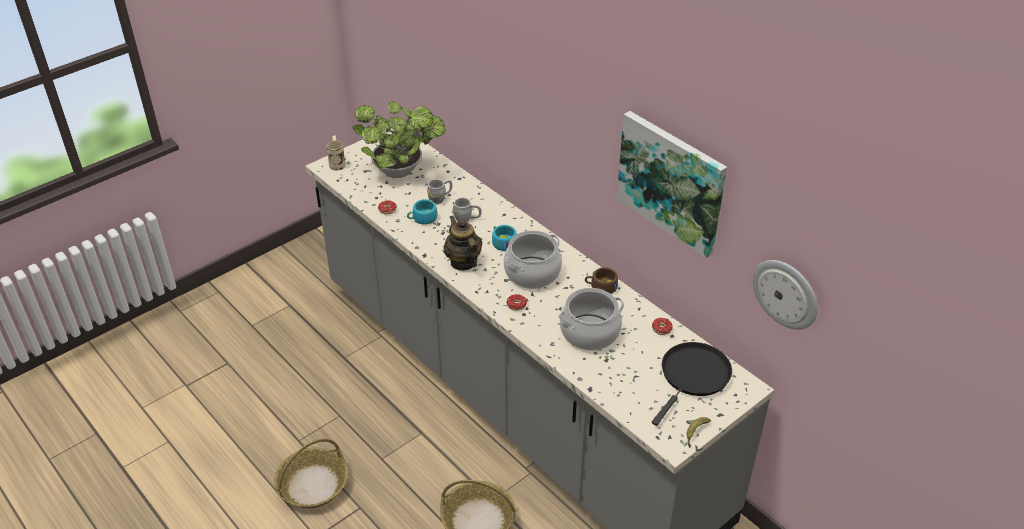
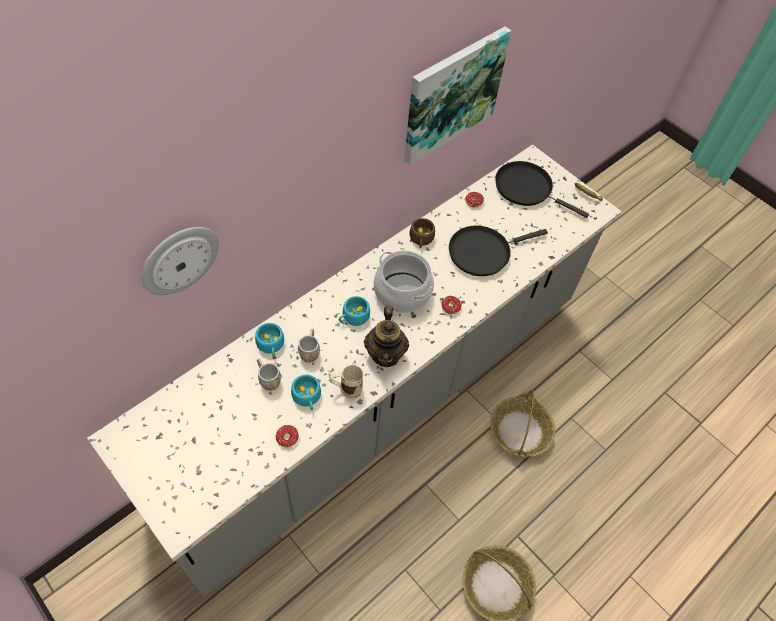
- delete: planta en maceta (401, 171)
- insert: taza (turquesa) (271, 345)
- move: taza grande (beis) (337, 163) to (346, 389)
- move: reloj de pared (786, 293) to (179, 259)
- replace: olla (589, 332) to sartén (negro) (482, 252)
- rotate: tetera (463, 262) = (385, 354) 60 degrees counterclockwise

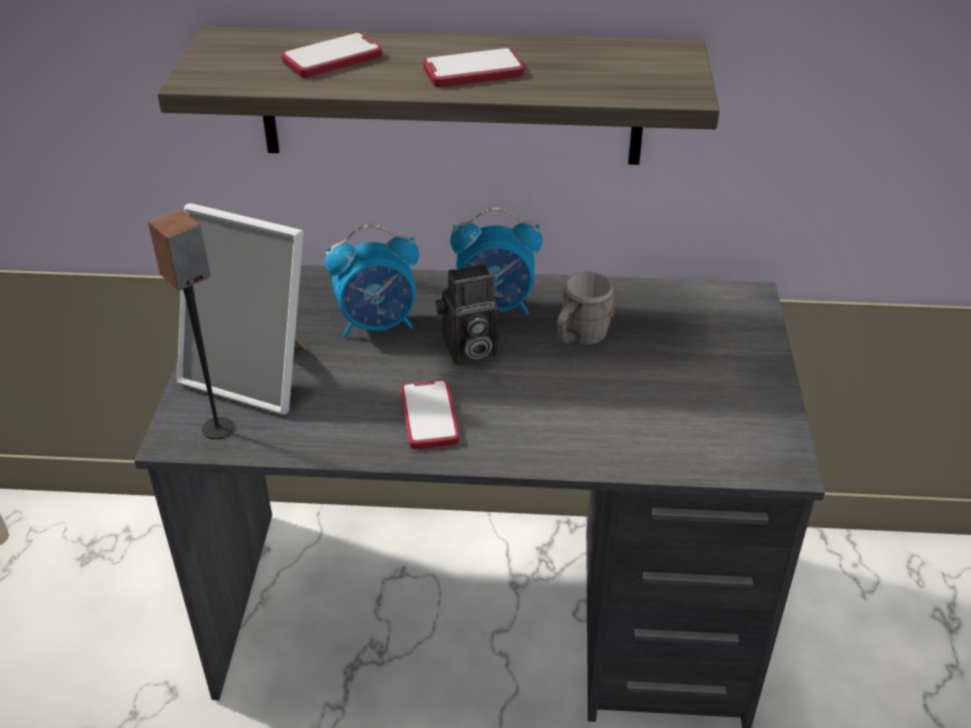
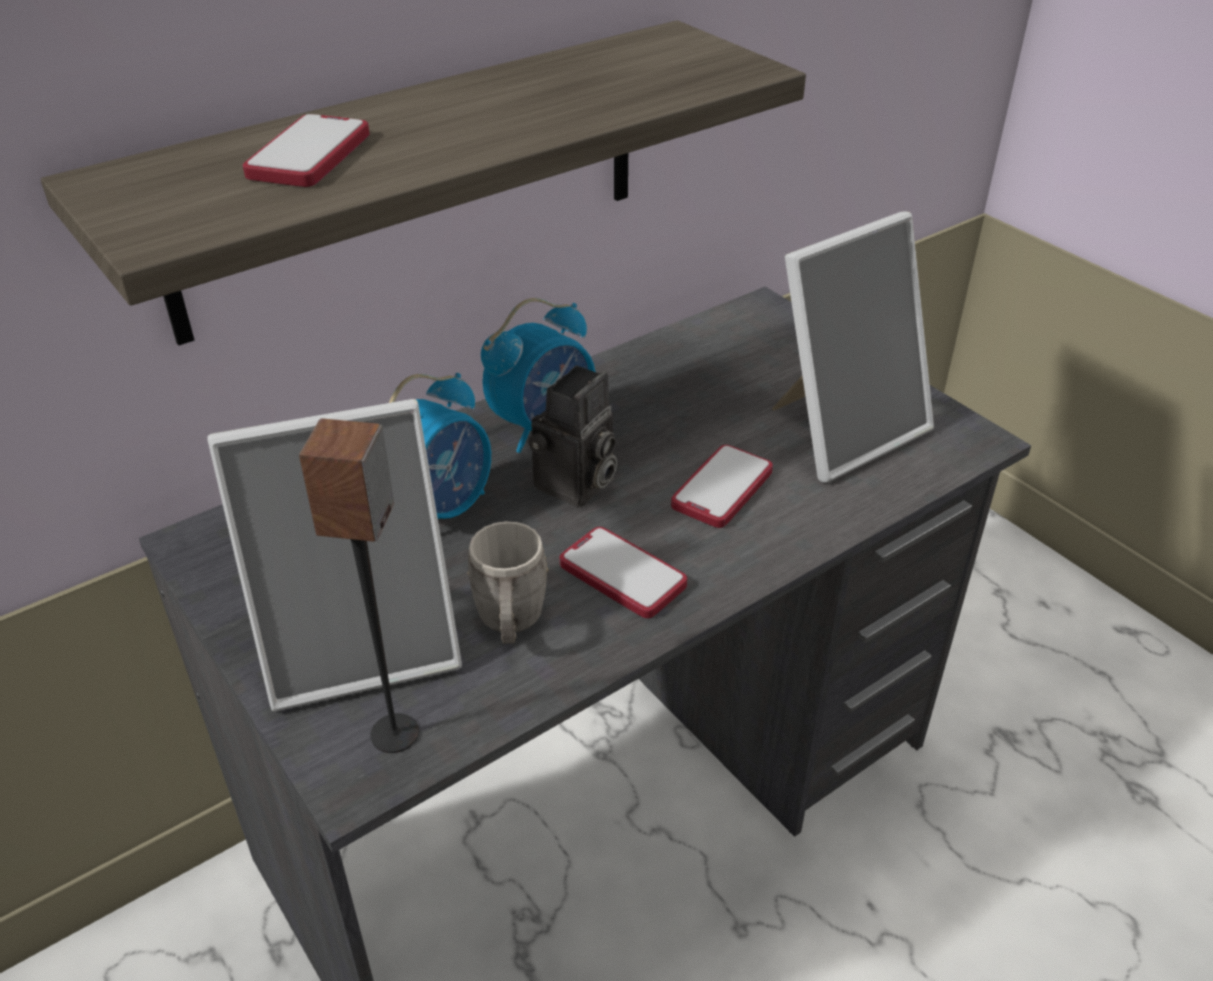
- insert: portarretratos (842, 430)
- move: móvil (473, 71) to (722, 488)
- move: taza grande (gris) (579, 338) to (510, 623)

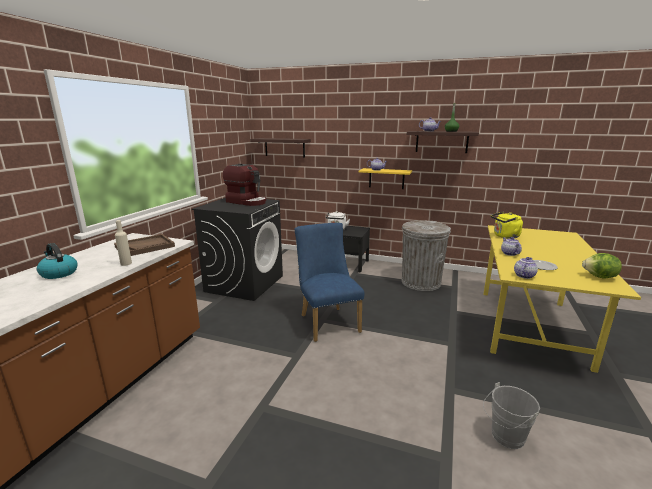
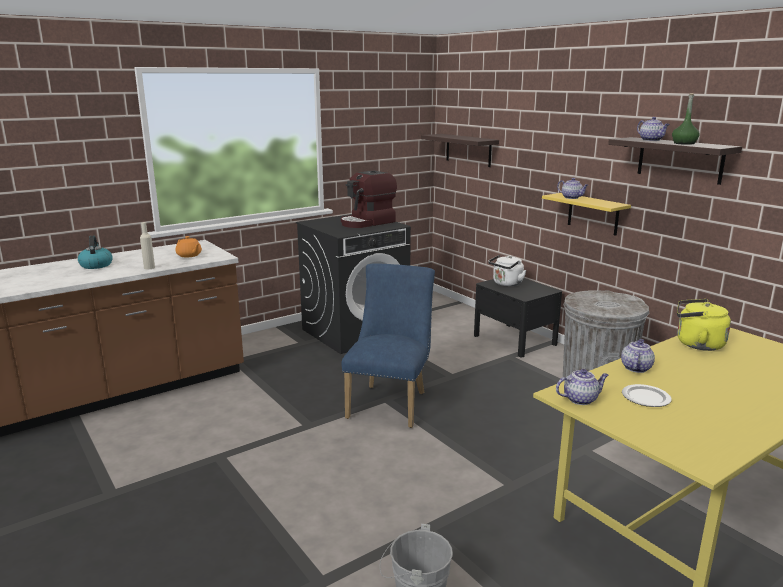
- delete: lechuga (599, 277)
- replace: bandeja (marrón) (145, 247) to tetera (naranja) (189, 255)
- rotate: cafetera (247, 202) = (367, 222) 75 degrees clockwise

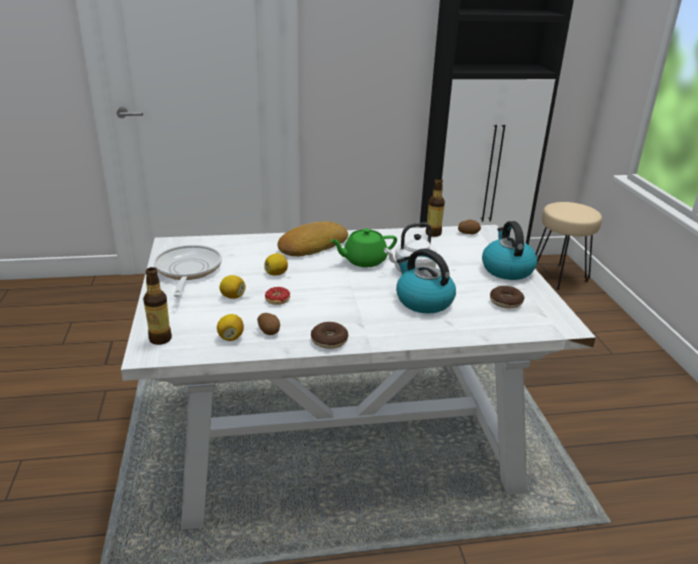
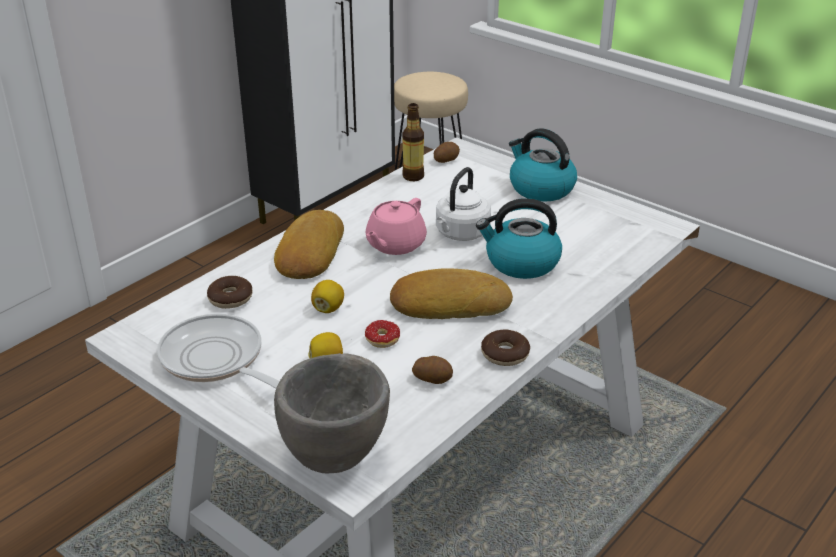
- delete: limón (231, 337)
- insert: pan (449, 303)
- move: rosquilla (506, 302) to (230, 298)
- replace: botella (160, 339) to cuenco (gris) (336, 457)
- recolor: tetera (verde) (363, 260) to tetera (rosa) (395, 244)

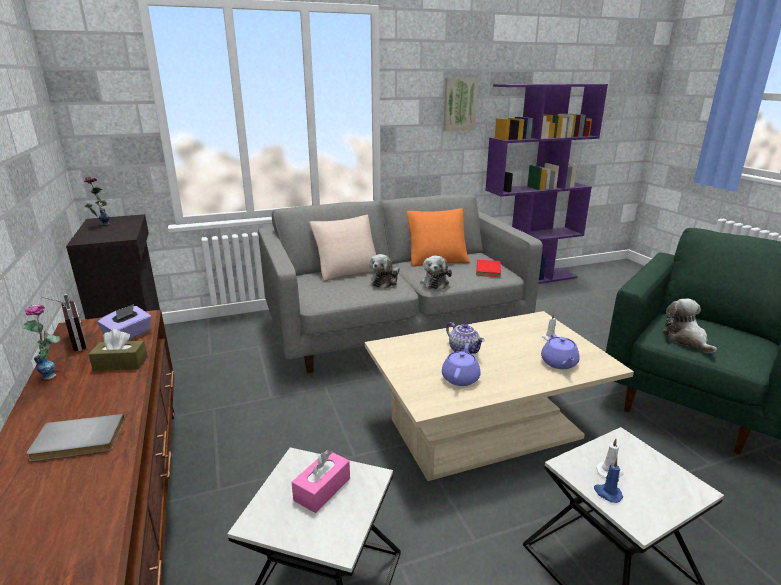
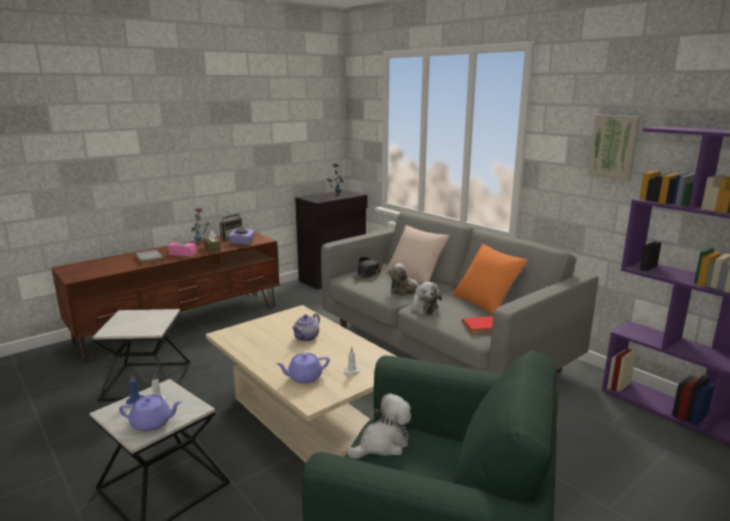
- insert: sombrero (negro) (368, 274)
- move: caja de pañuelos (rosa) (322, 489) to (182, 254)
- move: tetera (morado) (460, 378) to (152, 423)
- rotate: peluche (434, 282) = (424, 308) 90 degrees counterclockwise

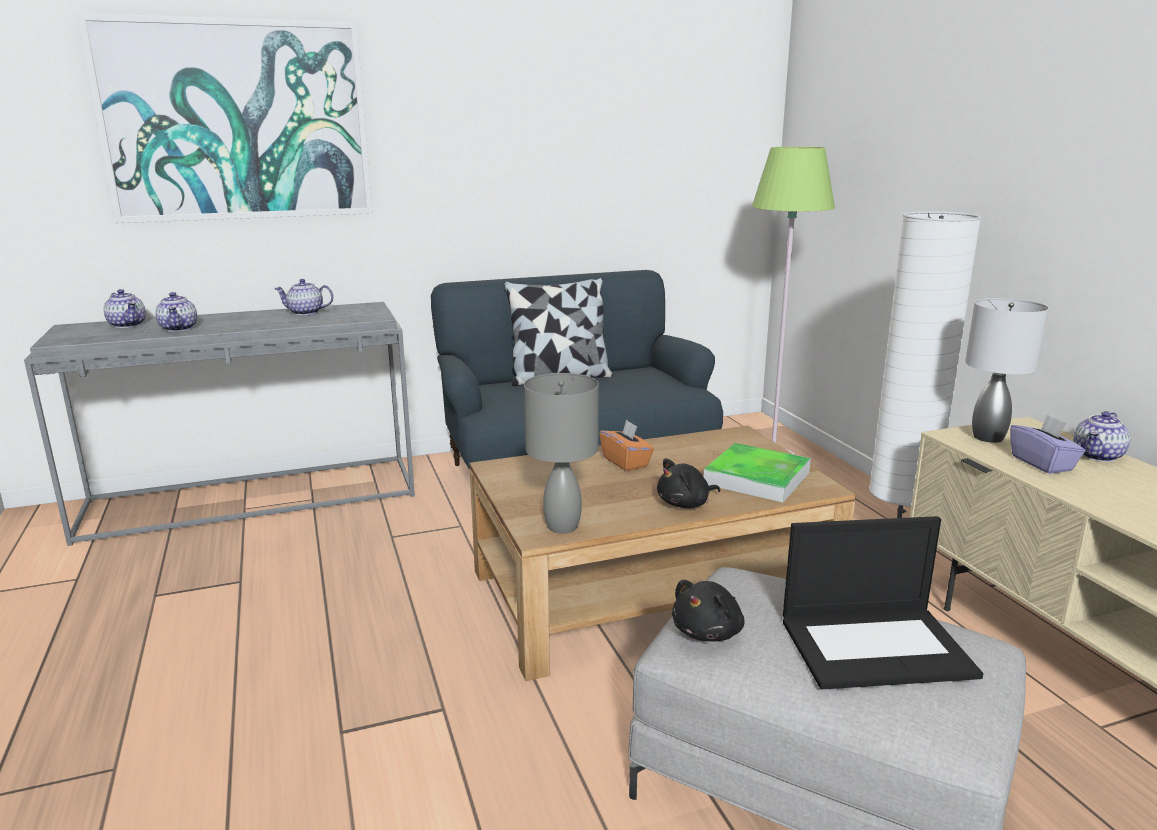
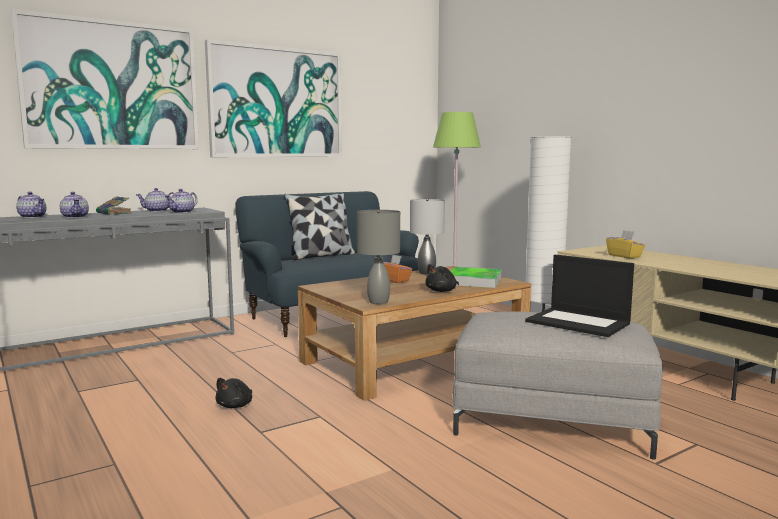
- insert: libro (114, 213)
- insert: cuadro (276, 103)
- move: peluche (negro) (709, 632) to (236, 405)
- move: lámpara de mesa (gris) (987, 437) to (426, 273)
- move: tetera (1098, 456) to (182, 212)
- recolor: caja de pañuelos (morado) (1042, 463) to caja de pañuelos (amarillo) (624, 256)
- rotate: portátil (877, 646) = (579, 322) 60 degrees clockwise

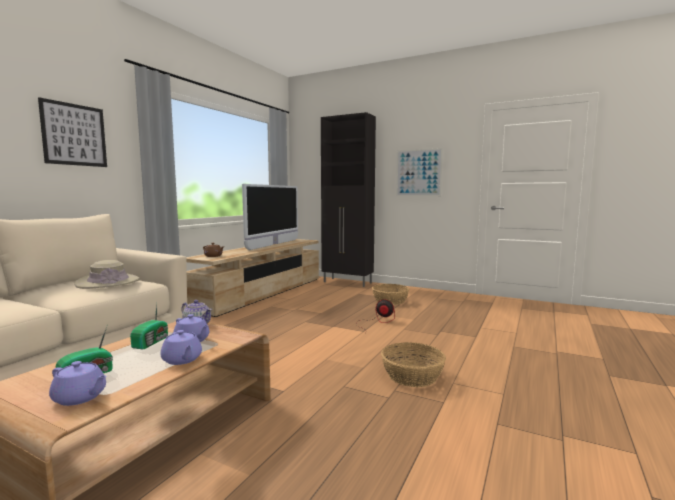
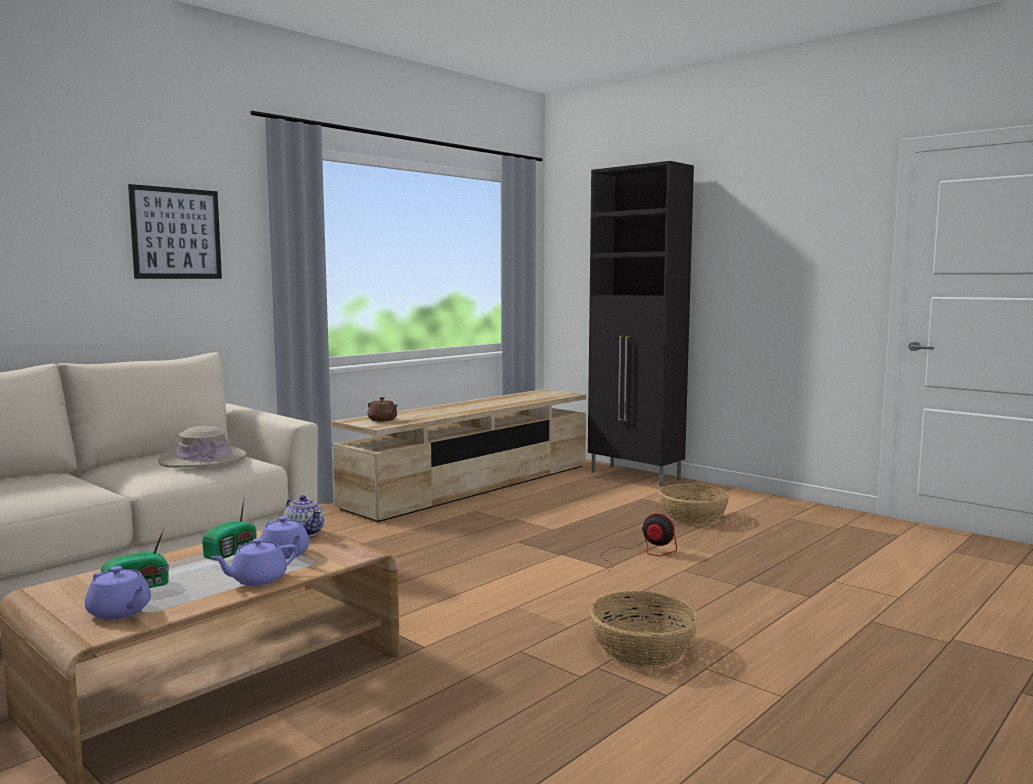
- delete: televisor (274, 244)
- delete: cuadro (418, 172)
- rotate: tetera (morado) (182, 360) = (257, 580) 75 degrees clockwise

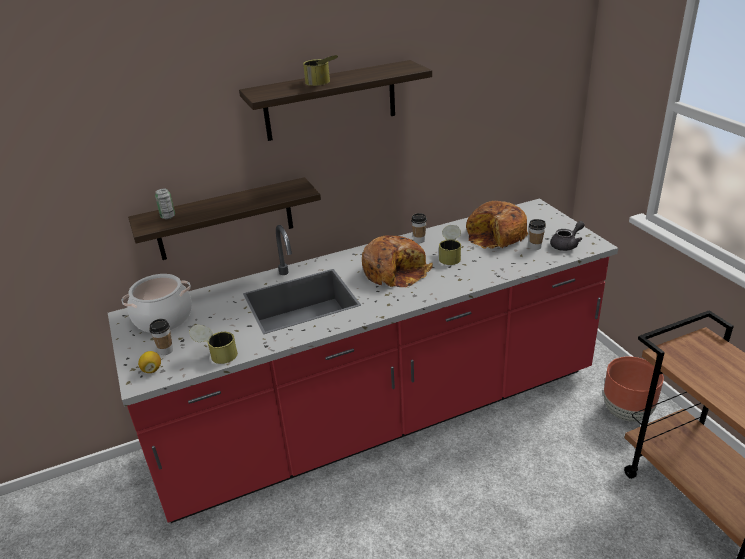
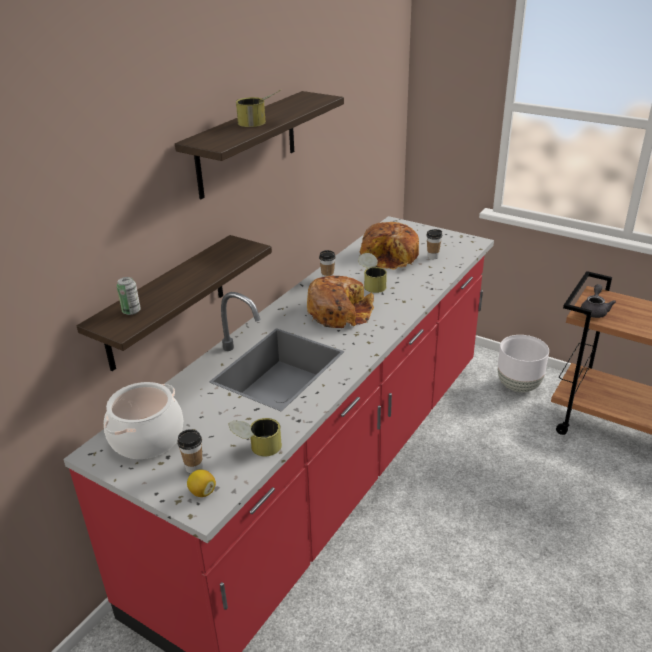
- move: tetera (gris) (566, 245) to (594, 310)
- recolor: maceta (marrón) (627, 412) to maceta (blanco) (519, 385)

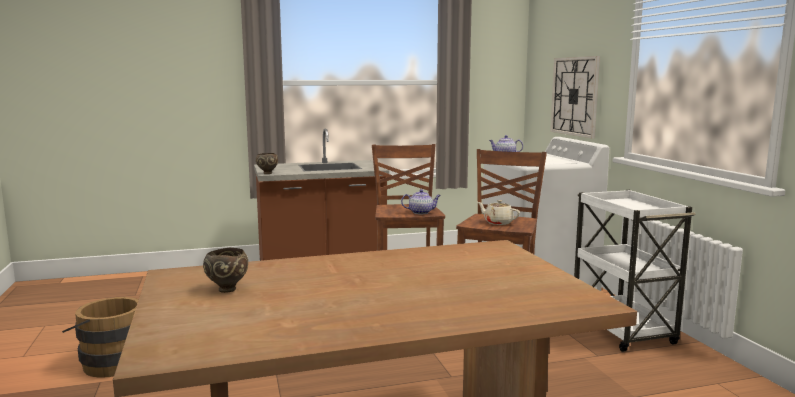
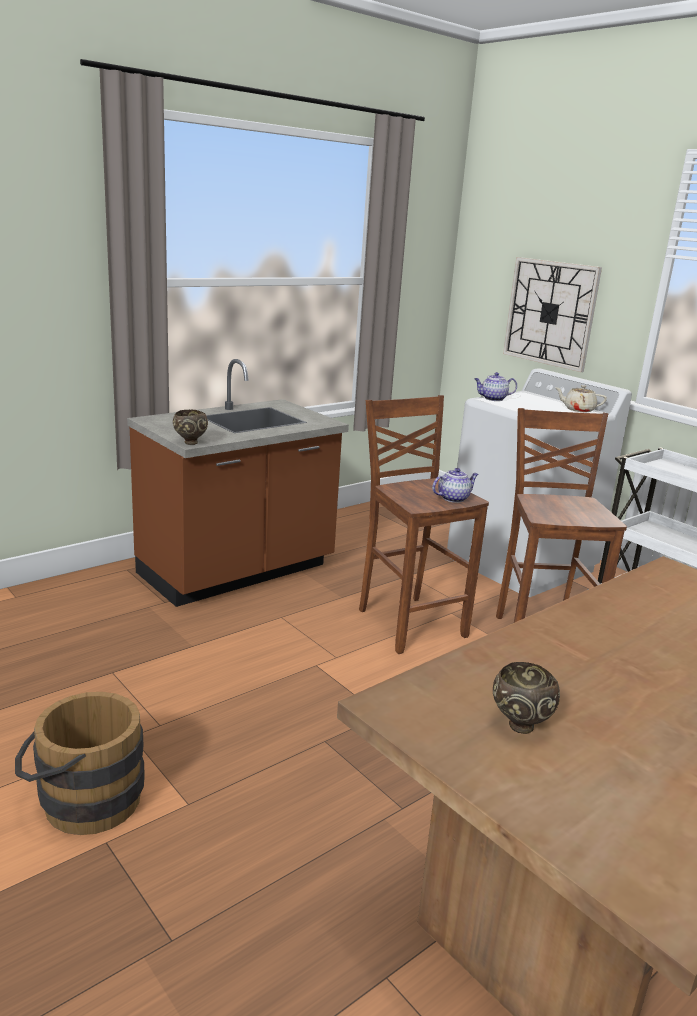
- move: tetera (beis) (497, 222) to (578, 410)

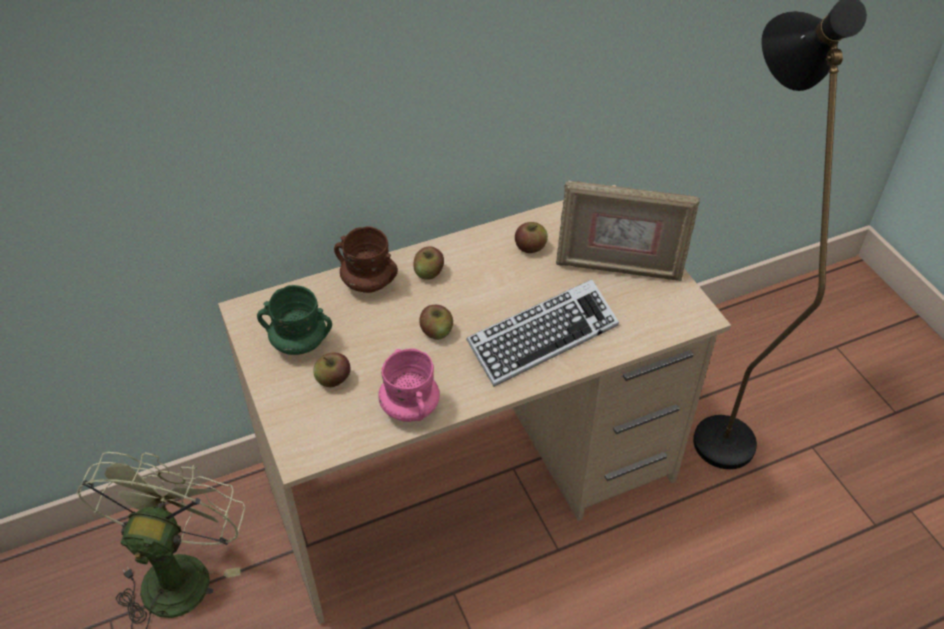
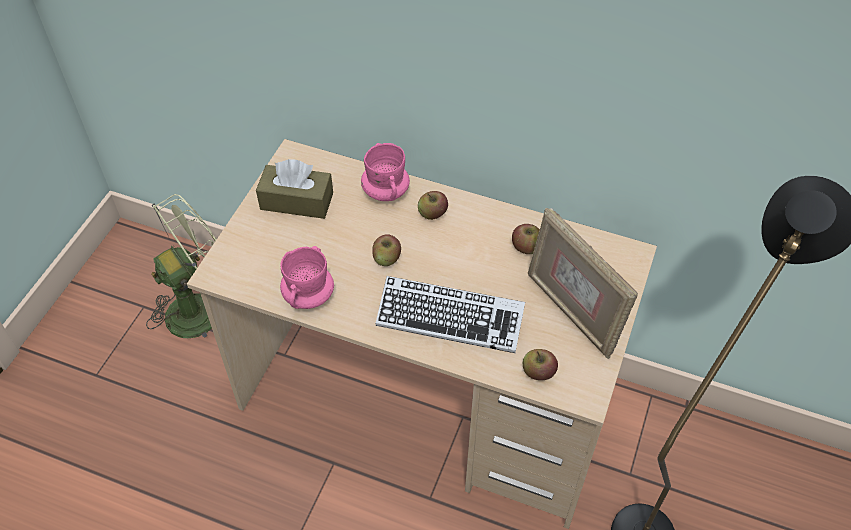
- move: manzana (333, 380) to (538, 372)
- replace: taza grande (verde) (299, 343) to caja de pañuelos (marrón) (296, 201)
- recolor: taza grande (marrón) (368, 283) to taza grande (rosa) (385, 192)

